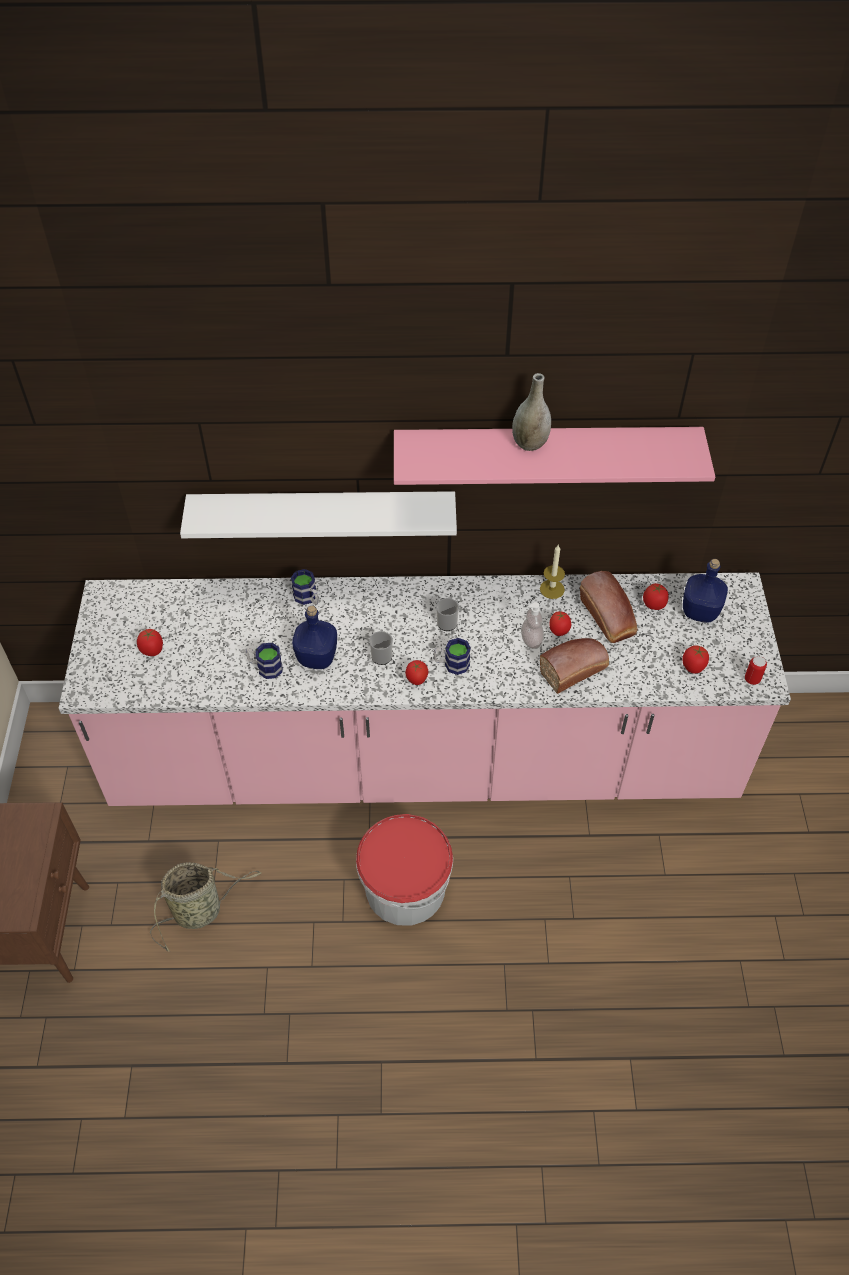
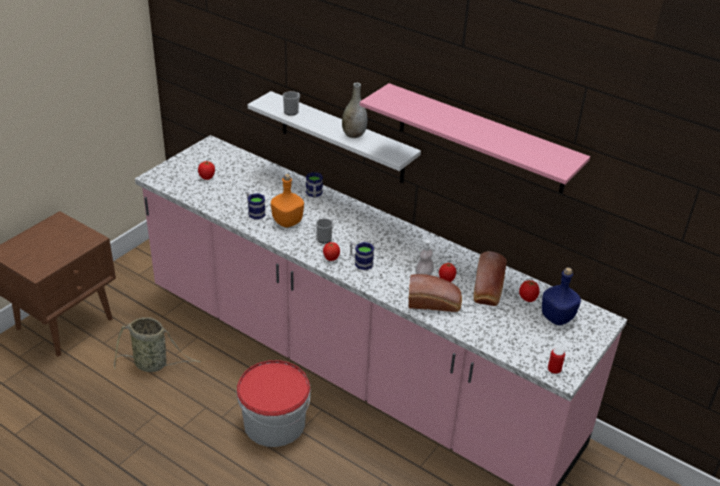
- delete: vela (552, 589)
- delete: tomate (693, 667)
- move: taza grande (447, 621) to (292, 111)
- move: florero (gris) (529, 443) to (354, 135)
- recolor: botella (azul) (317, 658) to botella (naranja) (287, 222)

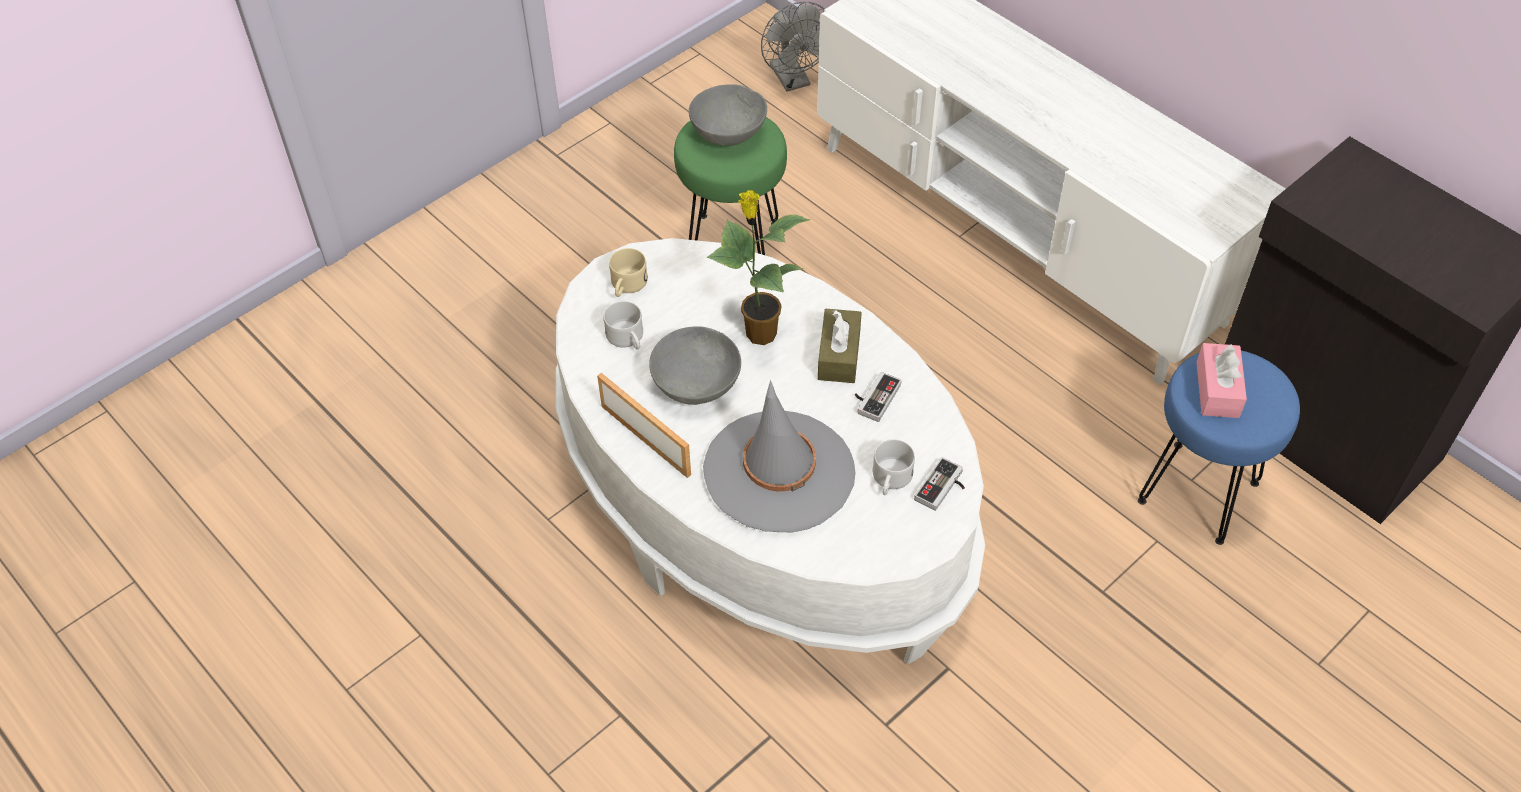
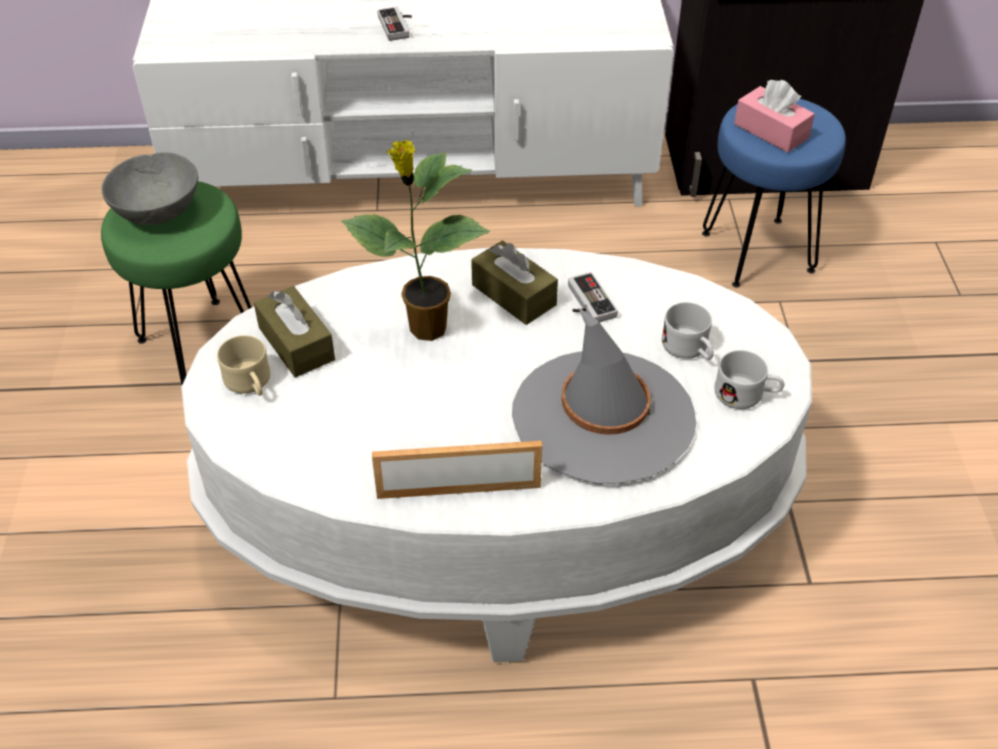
- delete: cuenco (gris) (696, 385)
- delete: ventilador (gris) (793, 80)
- insert: caja de pañuelos (marrón) (296, 344)
- move: taza grande (blanco) (628, 339) to (747, 394)
- move: mando de consola (943, 489) to (398, 26)

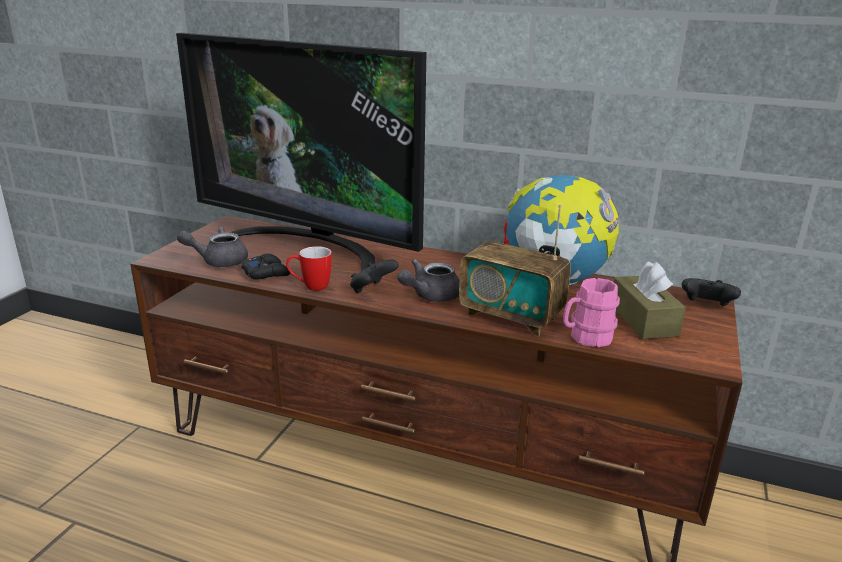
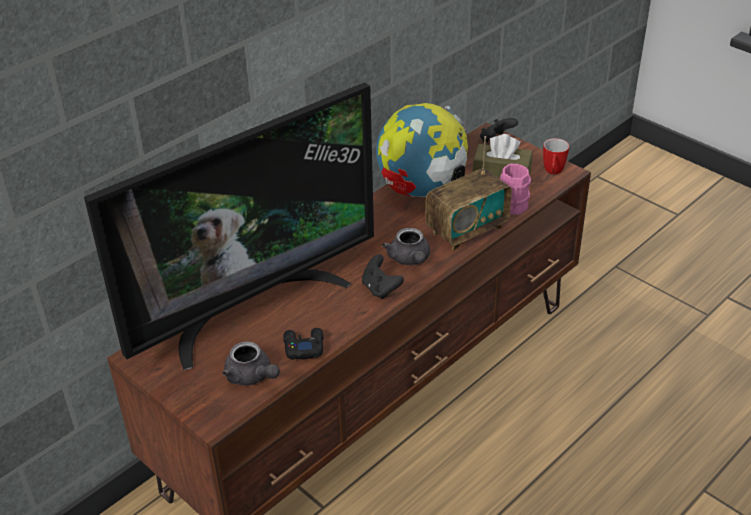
- move: taza grande (310, 286) to (553, 173)
- rotate: tetera (gris) (219, 261) = (252, 376) 60 degrees counterclockwise

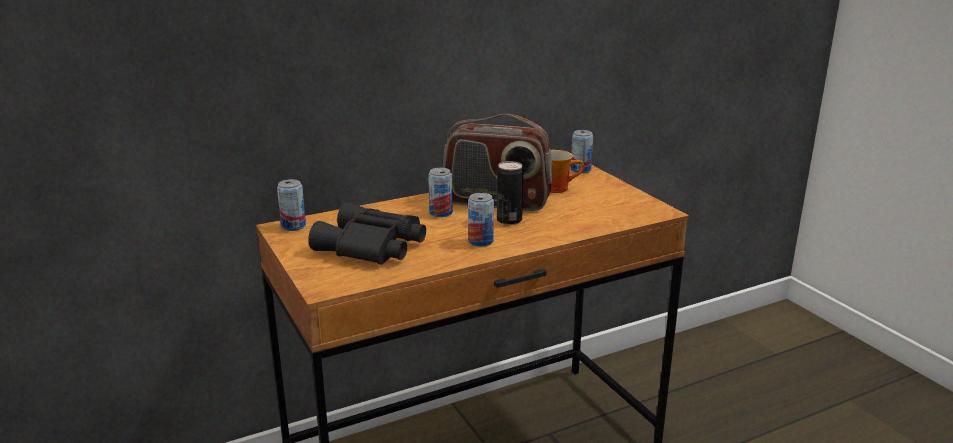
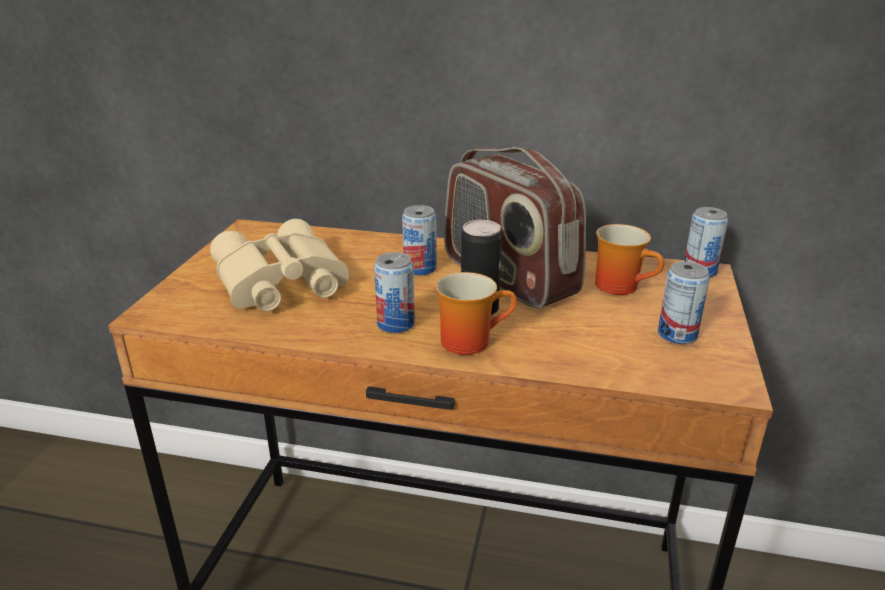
- insert: taza grande (470, 339)
- move: lata (293, 226) to (677, 334)
- recolor: prismáticos (negro) (371, 247) to prismáticos (beis) (278, 283)

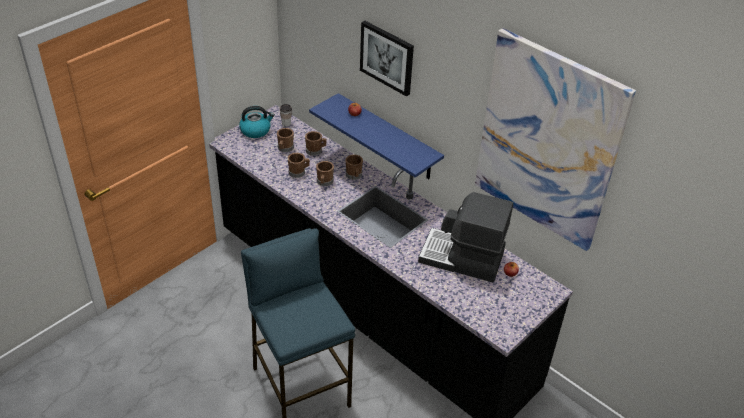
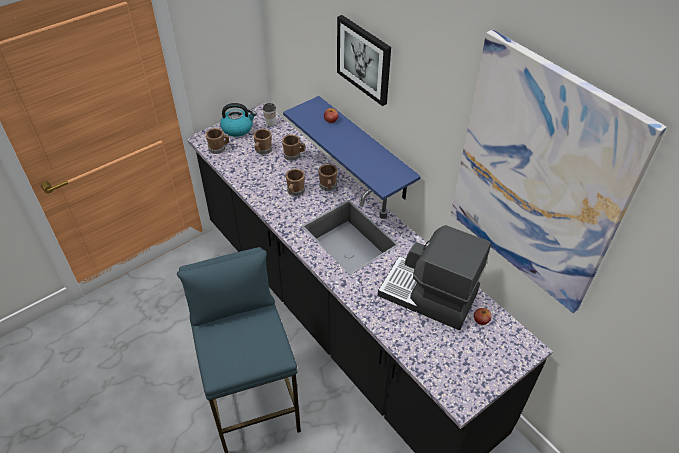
- move: taza grande (marrón) (298, 172) to (219, 148)

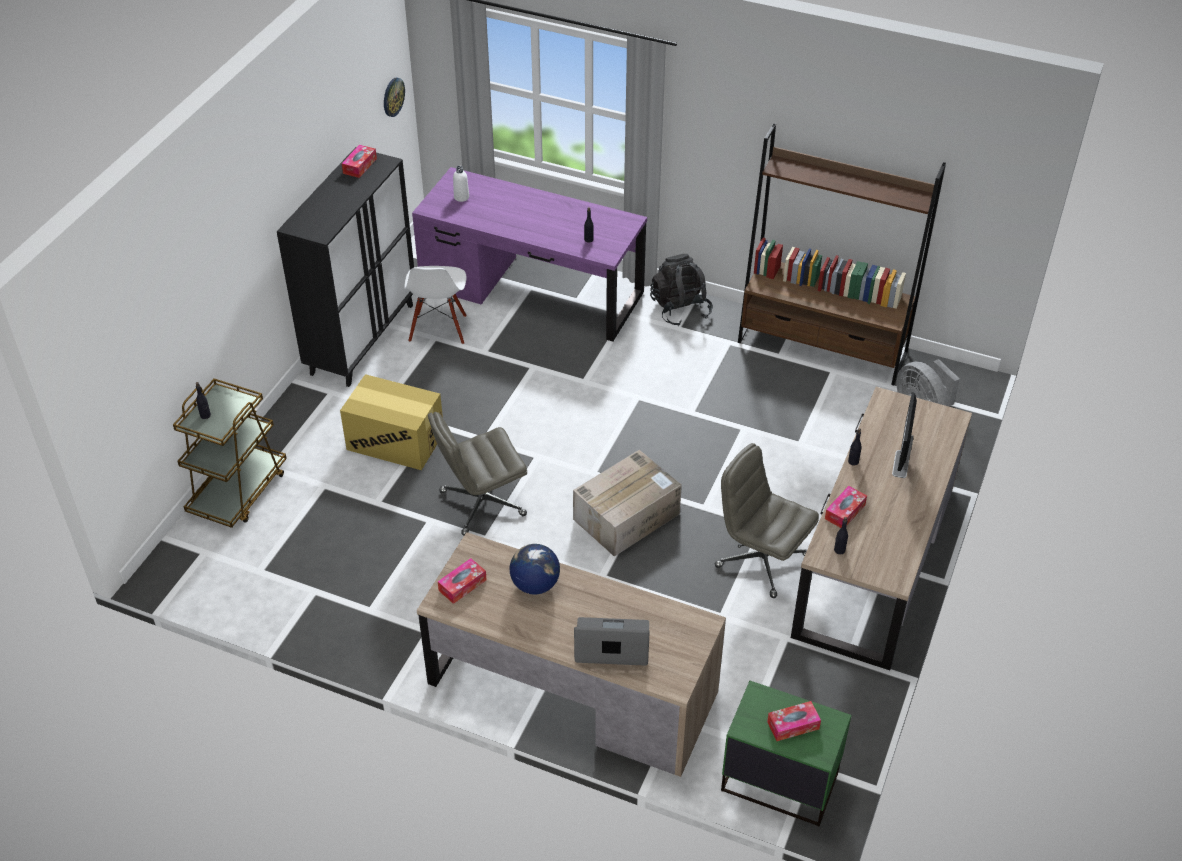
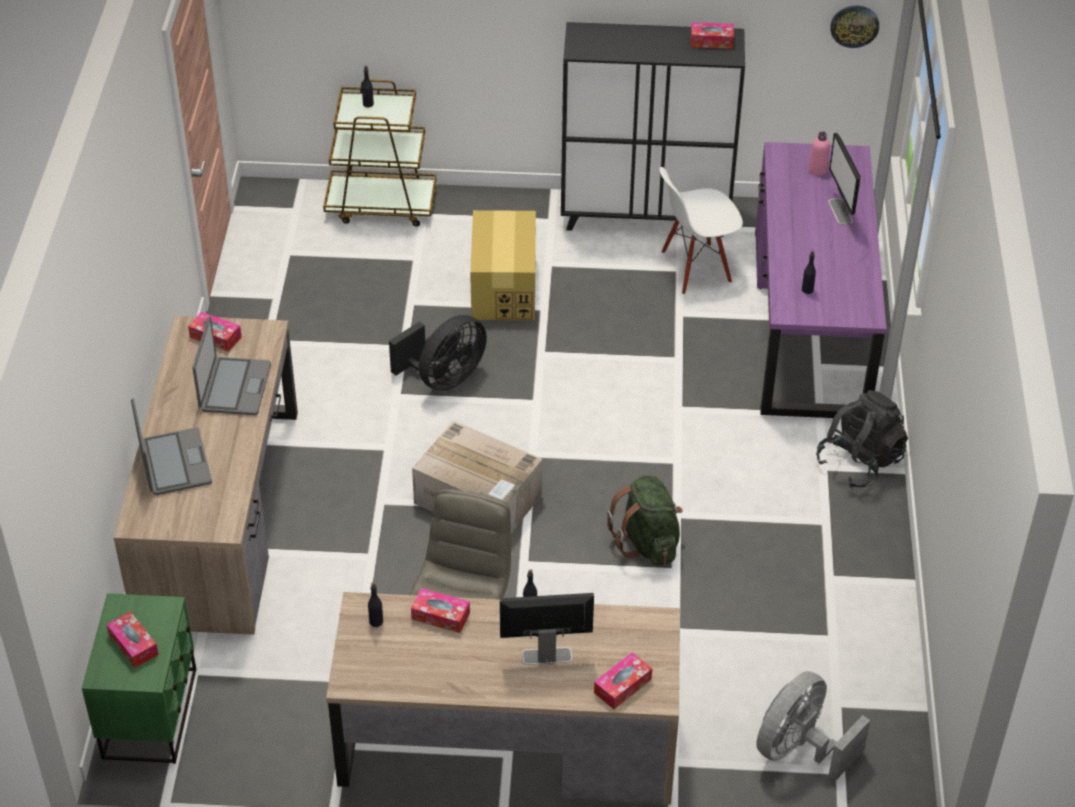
- delete: estantería (marrón) (822, 348)
- insert: caja de pañuelos (622, 686)
- insert: mochila (verde) (647, 542)
- insert: monitor (840, 212)
- replace: silla de oficina (gris) (481, 504) to ventilador (negro) (444, 378)
- replace: globo terráqueo (535, 584) to portátil (234, 387)
- recolor: botella (blanco) (461, 197) to botella (rosa) (817, 170)

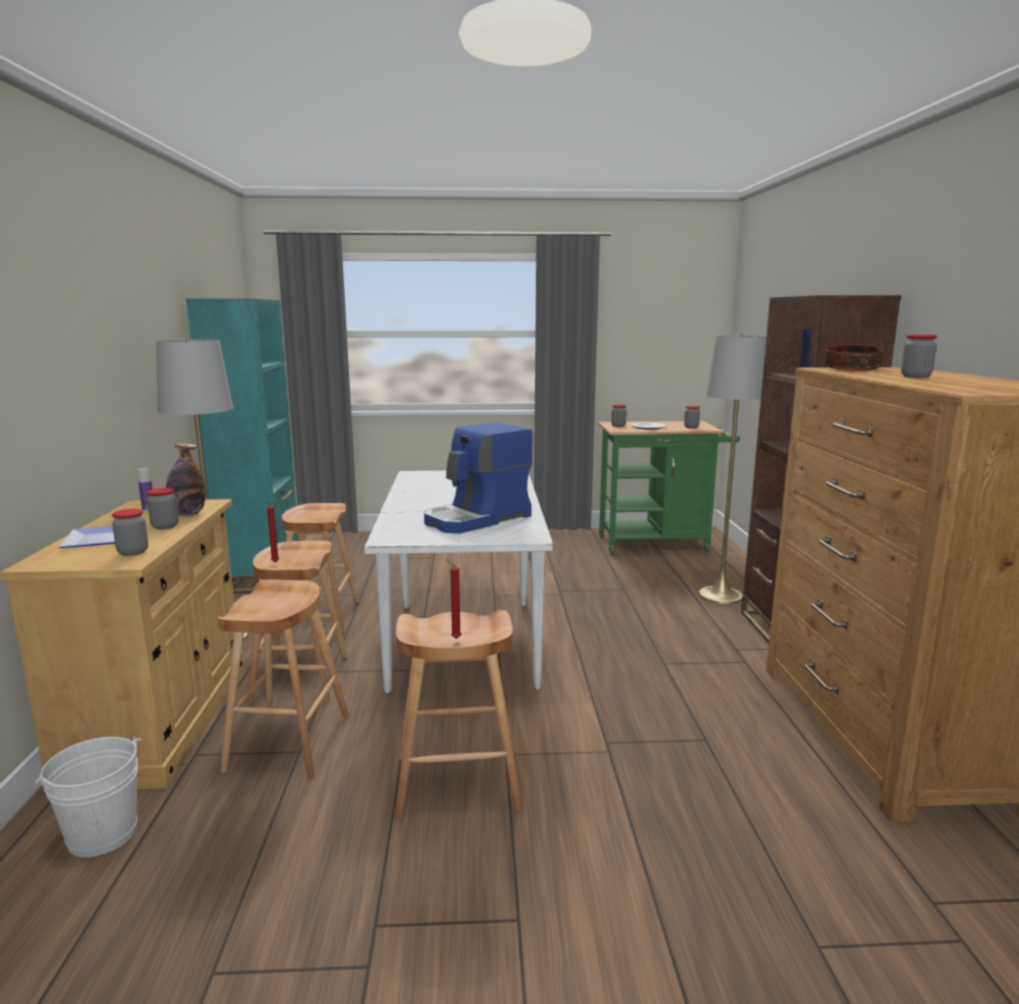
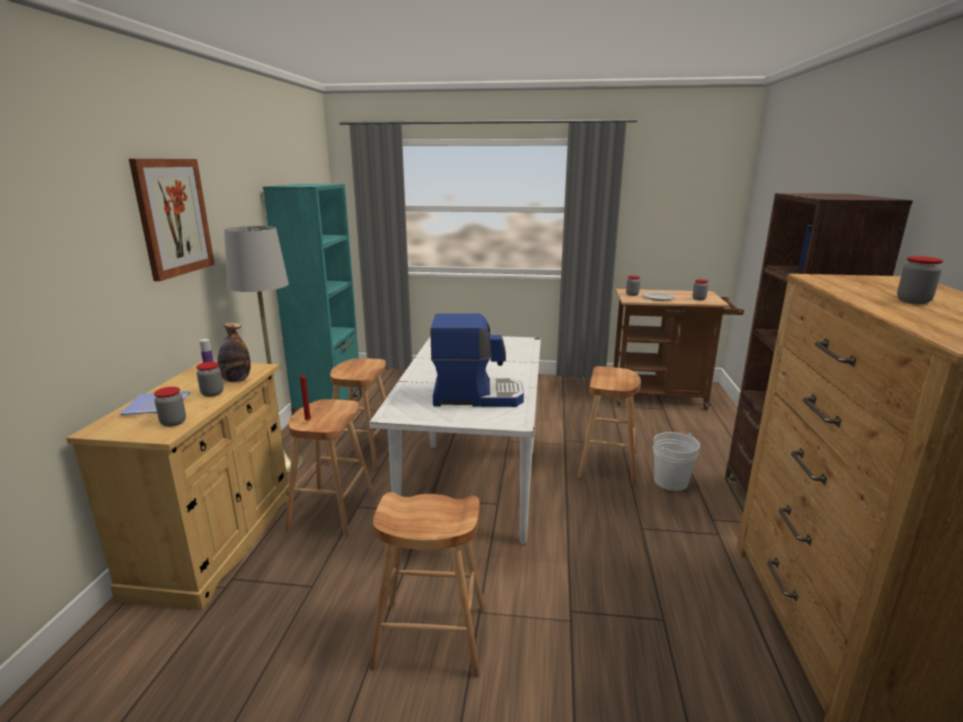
- delete: vela (rojo) (454, 638)
- delete: lámpara de pie (gris) (720, 595)
- delete: cuenco (850, 370)
- insert: cuadro (173, 217)
- move: cubo (blanco) (102, 835) to (670, 482)
- move: taburete (marrón) (288, 742) to (607, 464)
- recolor: carrito (verde) (660, 543) to carrito (marrón) (664, 397)
- rotate: cafetera (478, 519) = (477, 395) 150 degrees counterclockwise

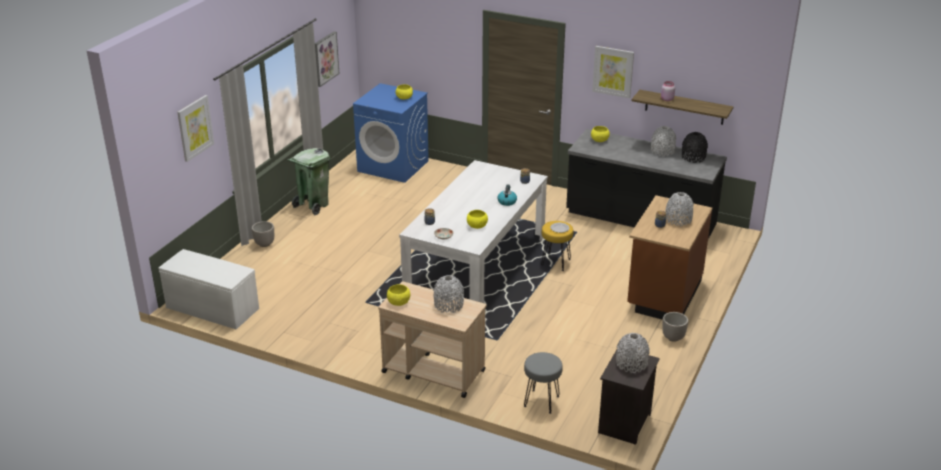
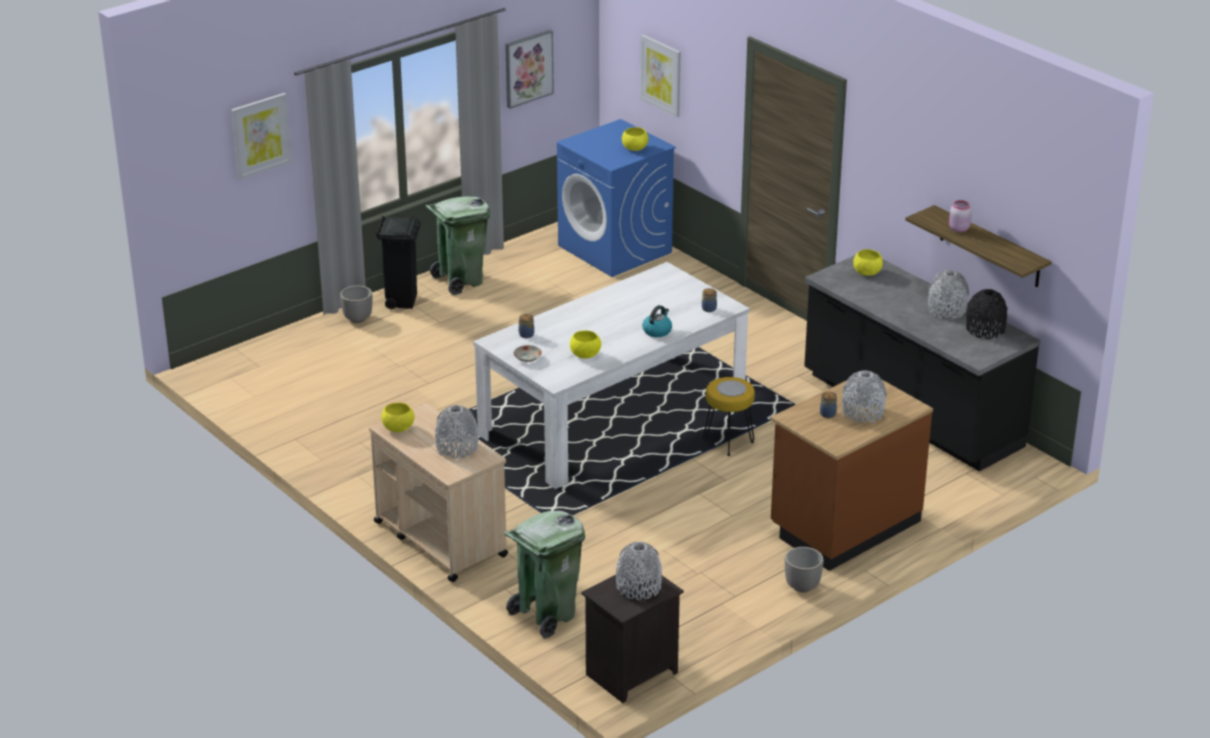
- delete: banco (blanco) (211, 308)
- insert: papelera (negro) (402, 301)
- move: cuadro (613, 71) to (661, 75)
- replace: taburete (gris) (541, 401) to papelera (verde) (546, 615)

